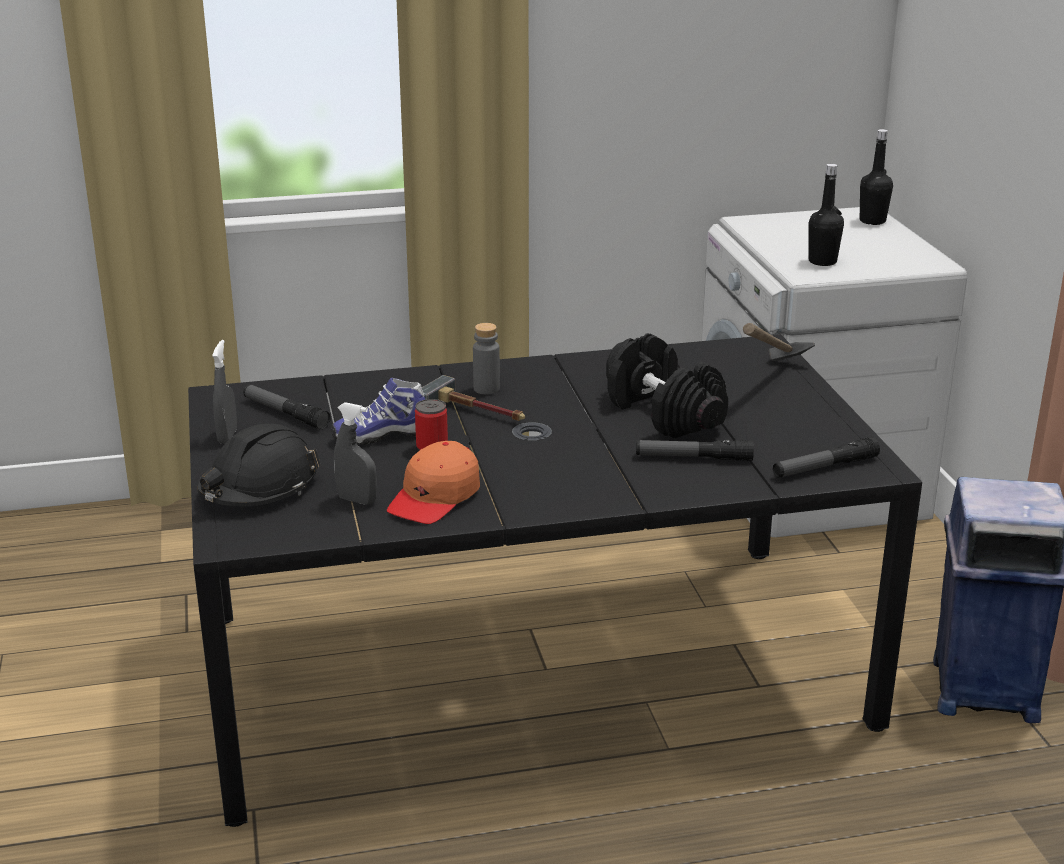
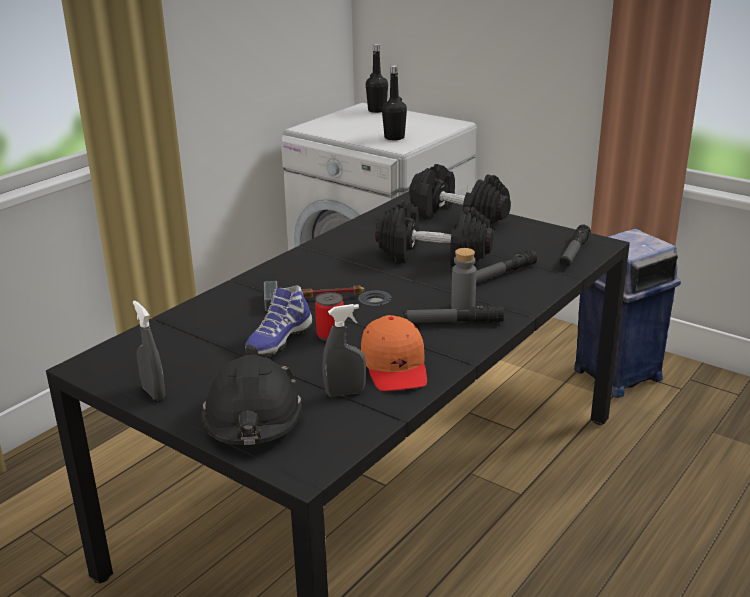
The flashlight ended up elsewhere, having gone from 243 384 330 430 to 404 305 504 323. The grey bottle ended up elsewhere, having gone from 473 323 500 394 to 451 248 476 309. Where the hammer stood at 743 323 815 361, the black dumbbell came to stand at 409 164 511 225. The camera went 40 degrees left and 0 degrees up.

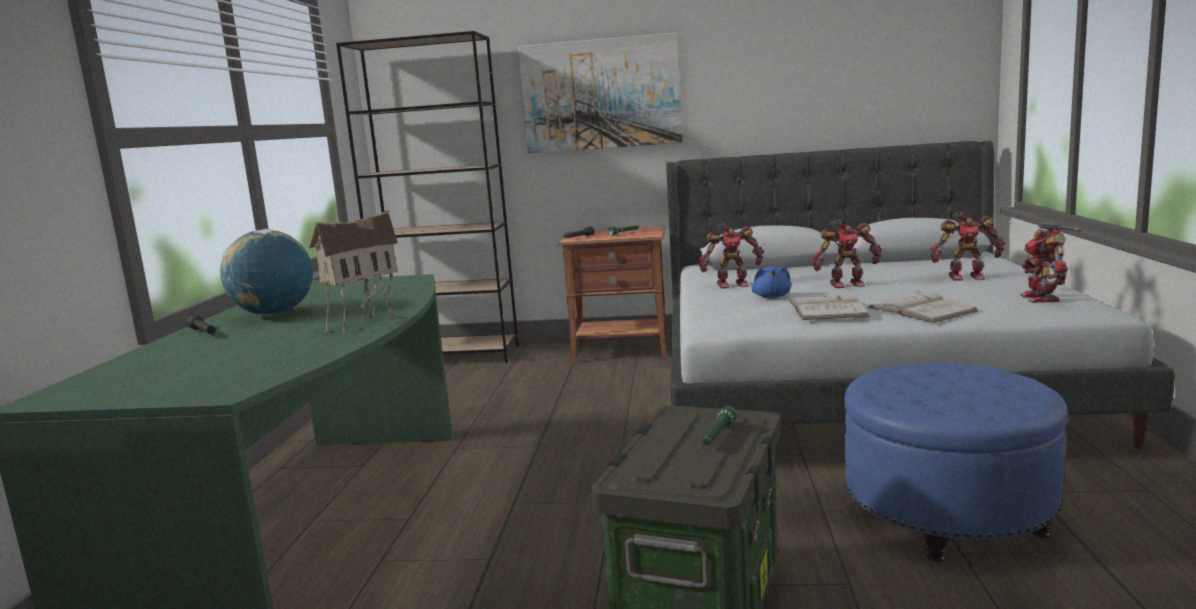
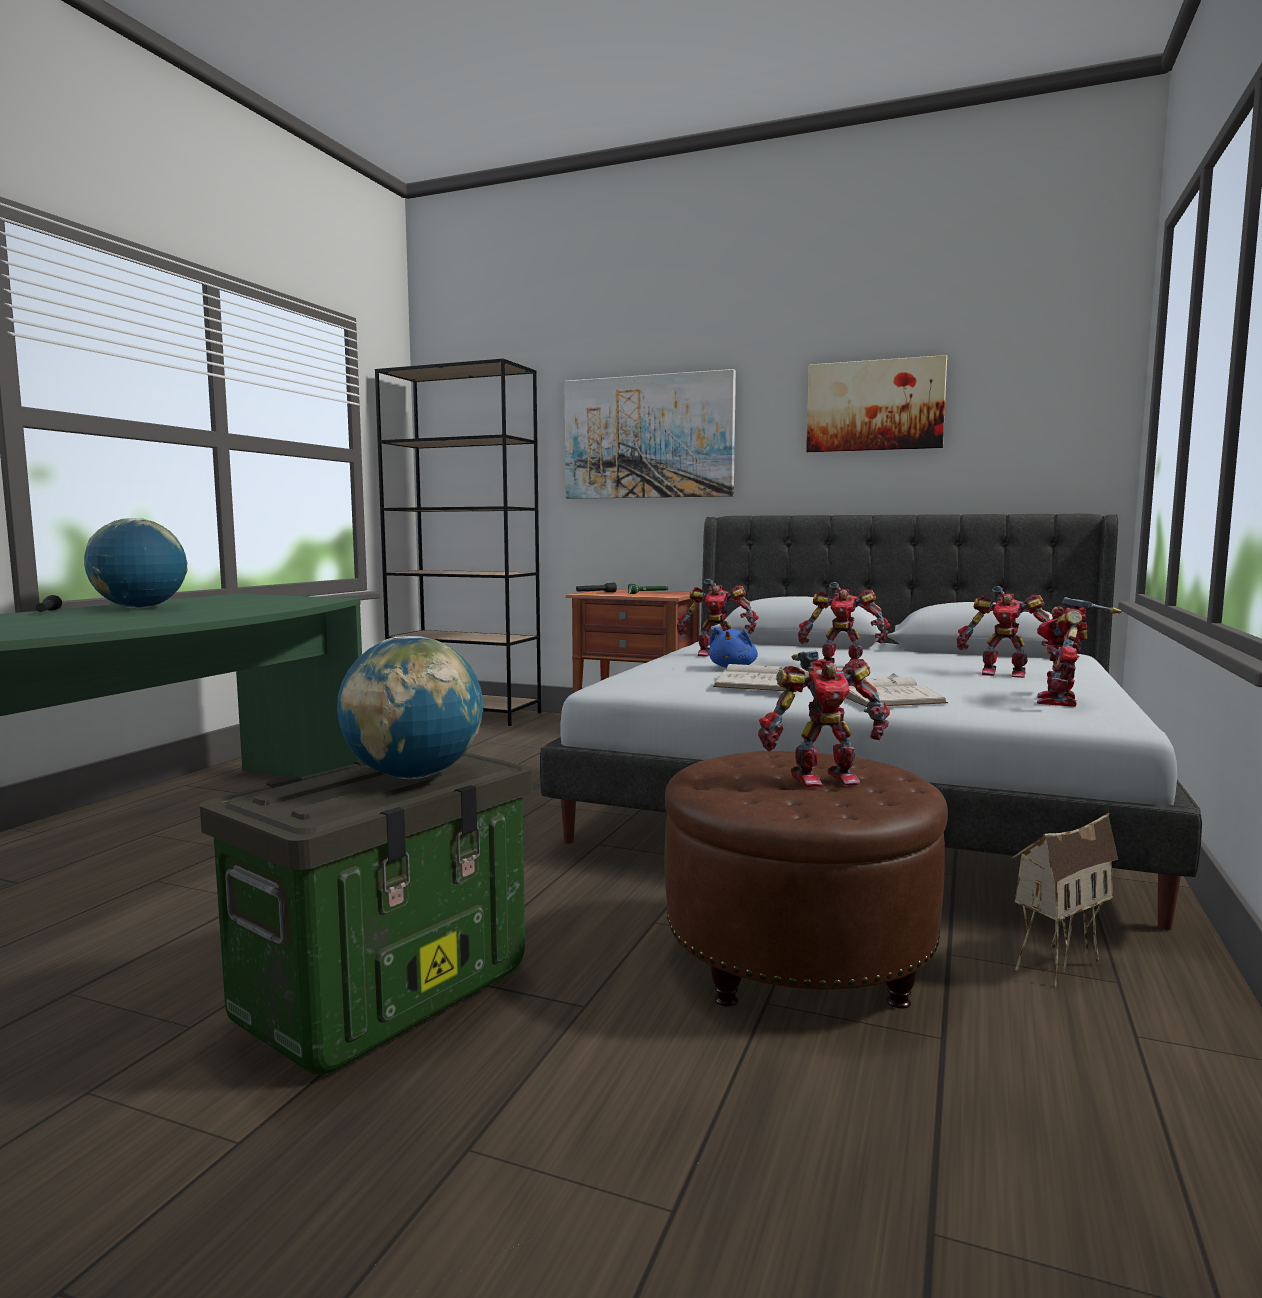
The second view gained the toy robot at 758 650 890 787. The second view gained the picture at 806 355 947 452. The toy house ended up elsewhere, having gone from 308 210 398 334 to 1011 813 1118 987. Where the green flashlight stood at 702 406 737 446, the globe came to stand at 337 636 483 779. What was the blue ottoman at 845 363 1068 562 turned into the brown ottoman at 664 751 948 1009. The camera went 15 degrees right and 5 degrees down.

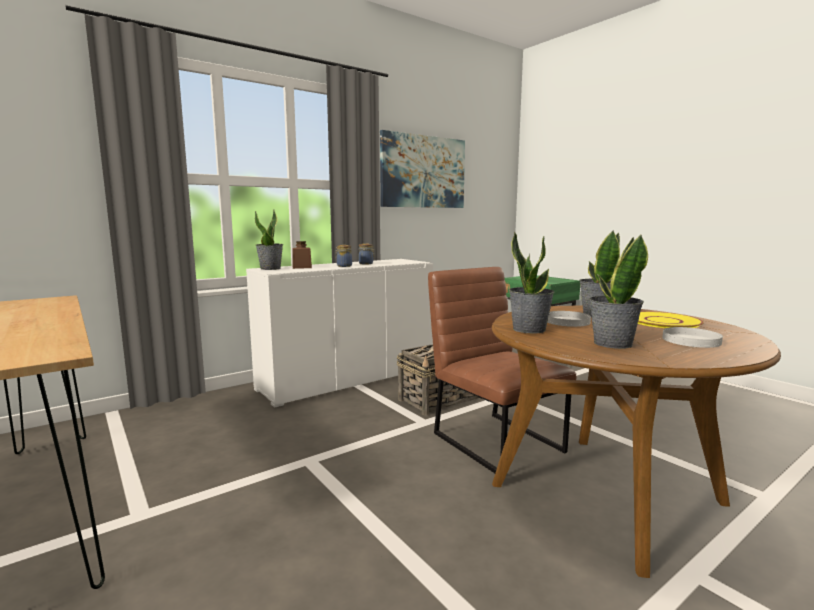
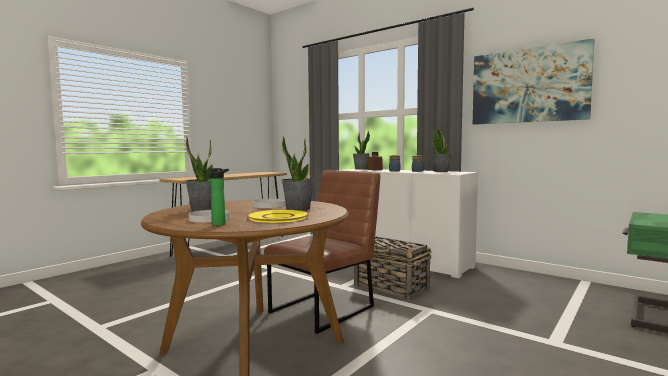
The second view gained the bottle at 209 168 229 226. The potted plant ended up elsewhere, having gone from 509 231 554 334 to 432 128 451 172. The camera went 75 degrees right and 5 degrees down.

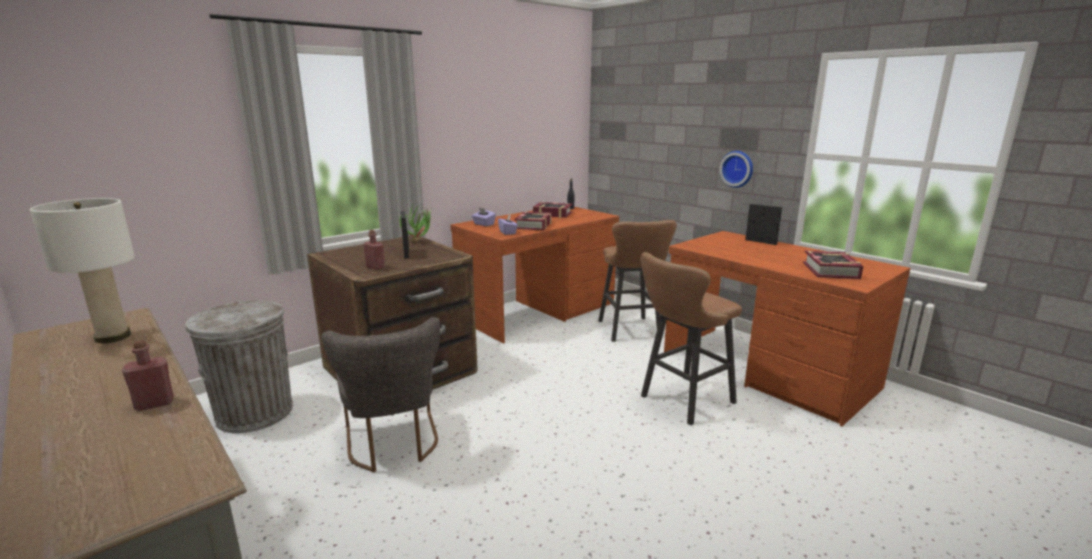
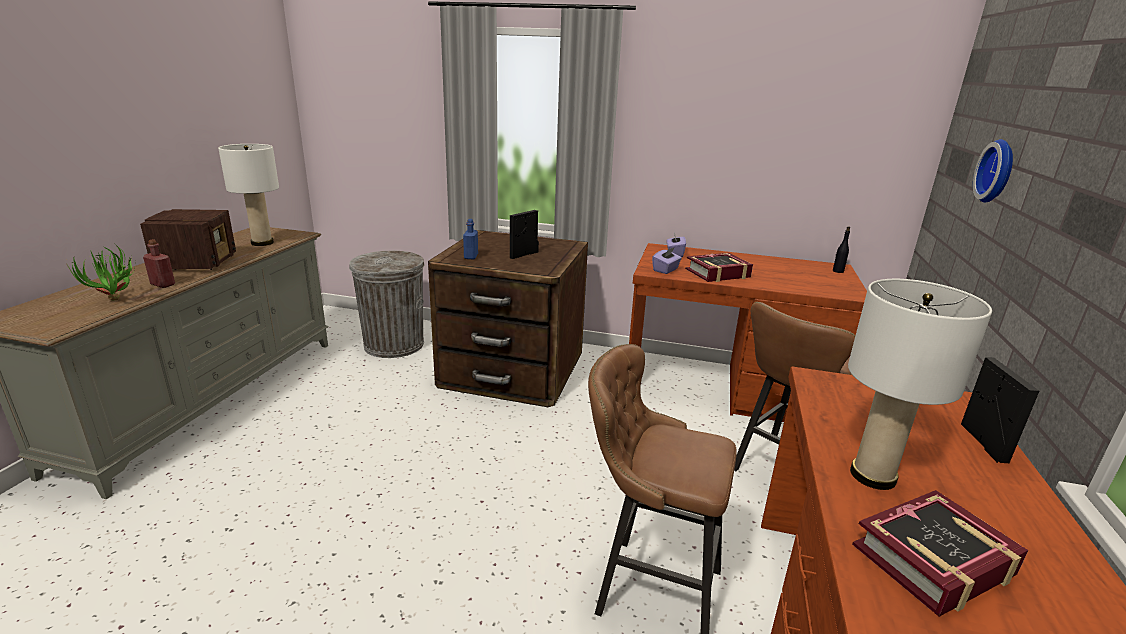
The second view lost the grey chair at 321 317 440 472. The second view lost the book at 533 202 572 218. The second view gained the radio at 140 209 236 270. The second view gained the white table lamp at 848 279 992 490. The potted plant ended up elsewhere, having gone from 400 205 432 242 to 67 242 135 300. The wall clock ended up elsewhere, having gone from 719 151 753 188 to 973 139 1013 203. What was the red bottle at 364 230 385 270 turned into the blue bottle at 463 219 478 259. The camera went 55 degrees right and 5 degrees up.

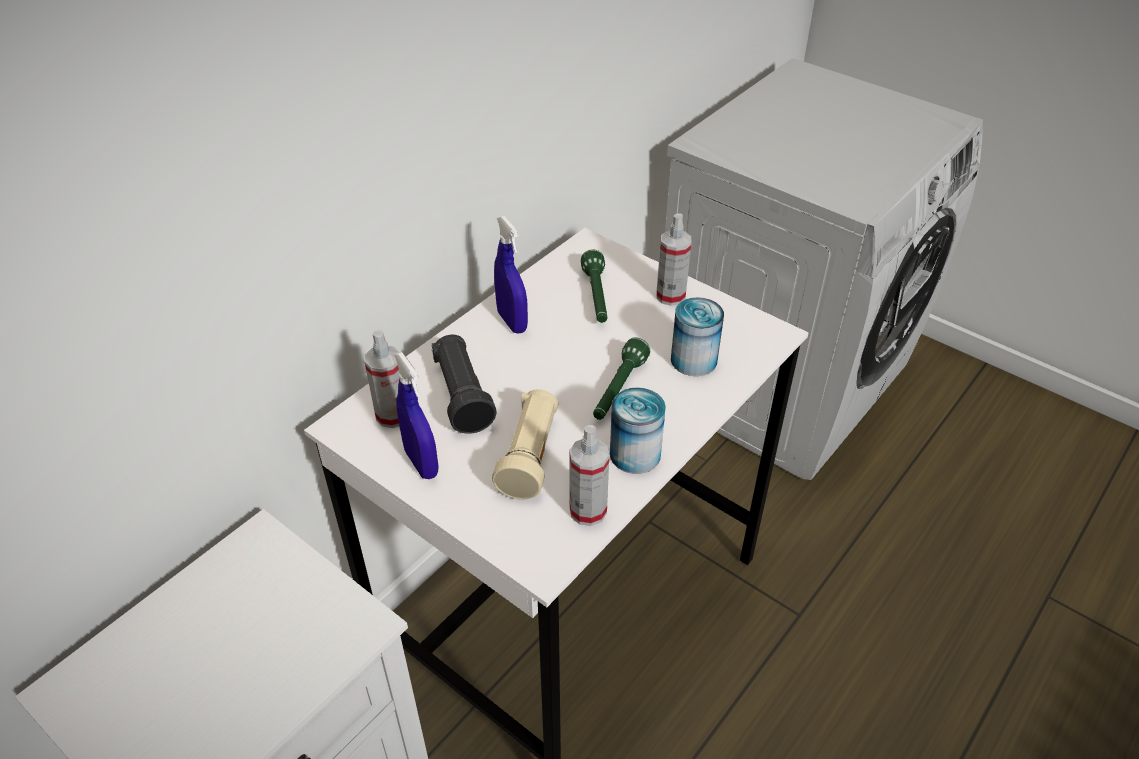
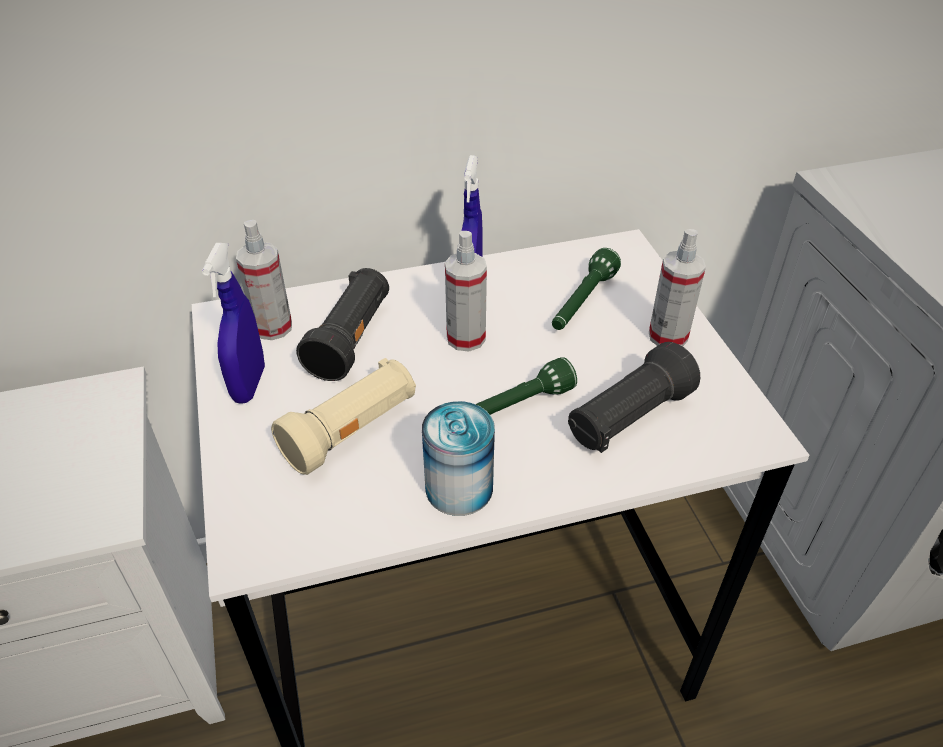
The spray bottle ended up elsewhere, having gone from 570 425 609 526 to 445 231 487 352. Where the can stood at 671 297 724 376, the black flashlight came to stand at 568 342 700 453. The camera went 35 degrees right and 0 degrees up.

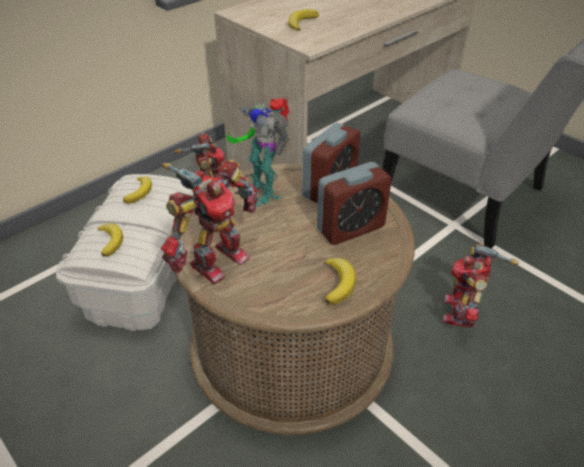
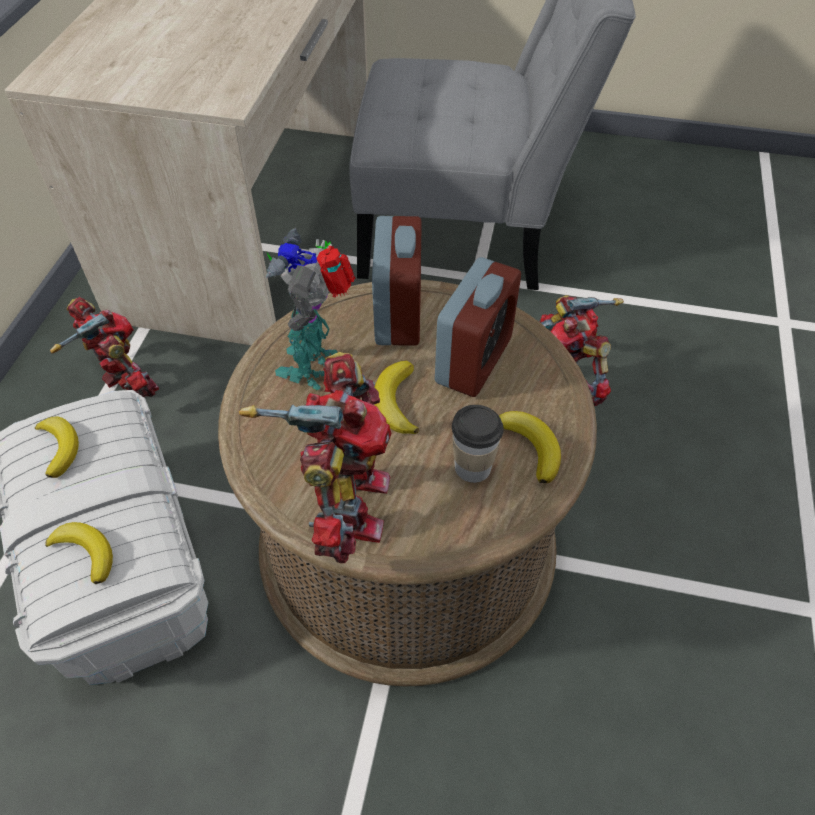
The second view gained the cup at 452 405 504 483. The banana ended up elsewhere, having gone from 288 9 319 31 to 374 361 419 434. The toy robot at 227 98 289 207 ended up facing another way, 90 degrees clockwise from before. The camera went 35 degrees left and 10 degrees up.

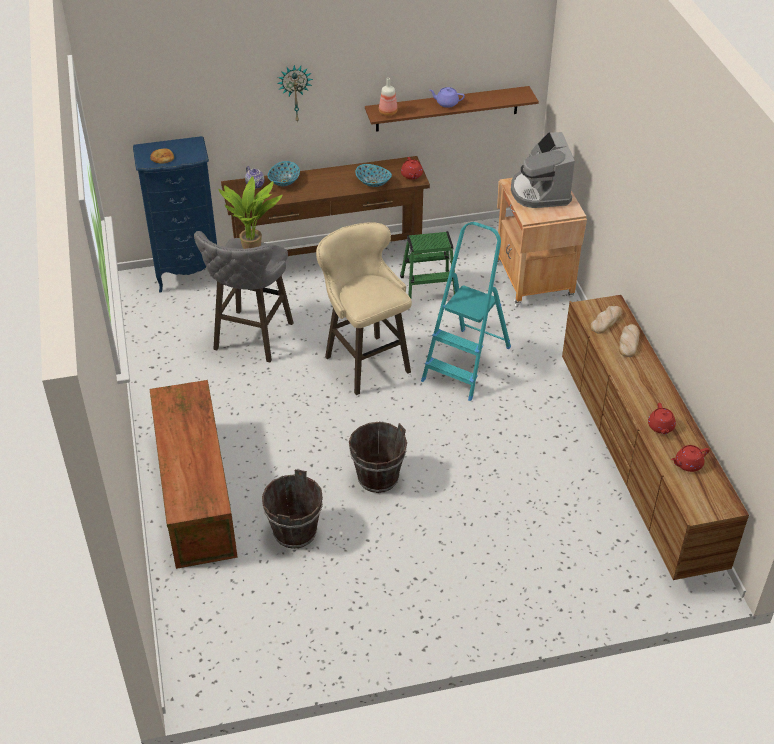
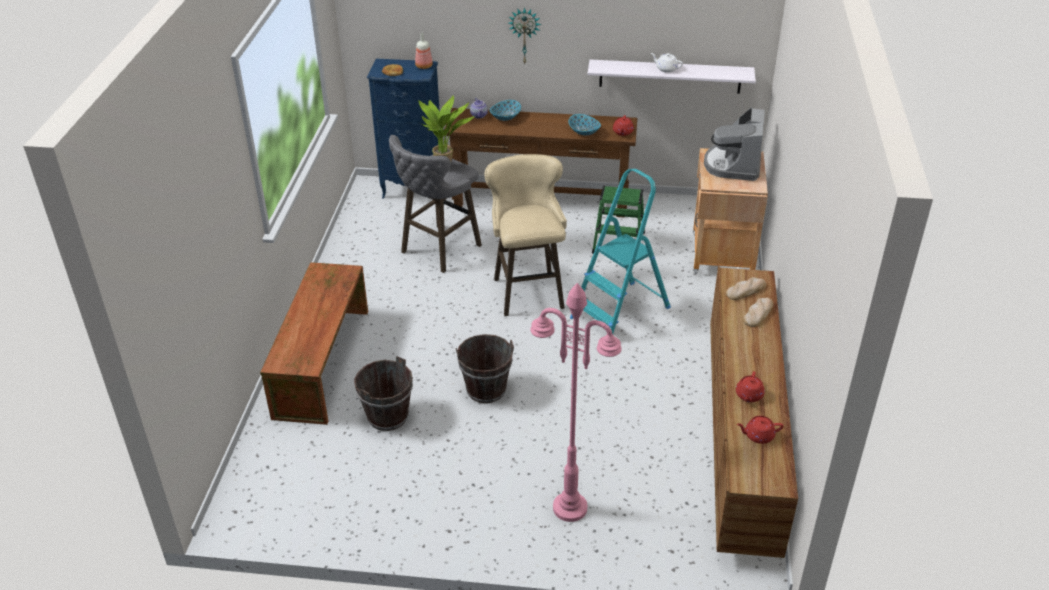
The second view gained the pink floor lamp at 530 283 622 522. The bottle ended up elsewhere, having gone from 379 78 398 116 to 415 33 433 69. What was the brown shelf at 365 86 539 132 turned into the white shelf at 587 60 756 94. What was the purple teapot at 429 87 465 108 turned into the white teapot at 651 53 683 73. The camera went 20 degrees right and 5 degrees down.

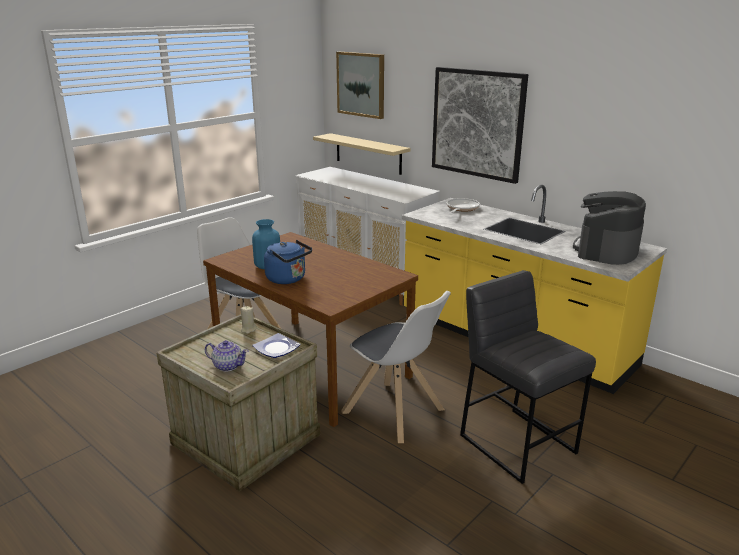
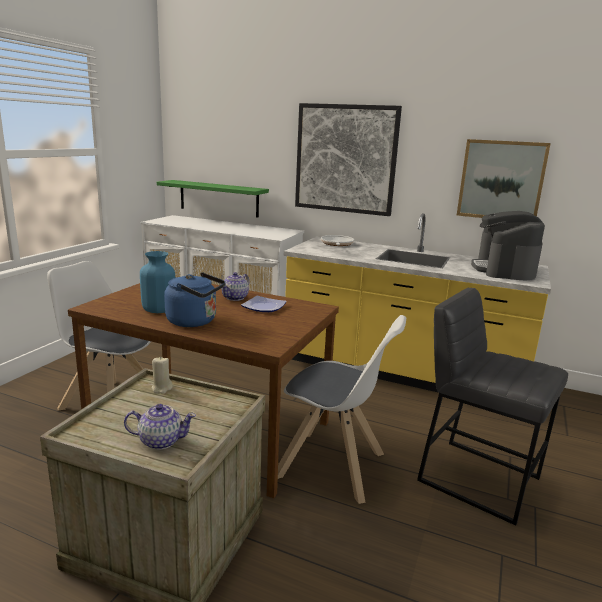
The second view gained the teapot at 221 272 249 301. The plate ended up elsewhere, having gone from 252 333 301 358 to 241 296 287 312. The picture ended up elsewhere, having gone from 336 52 384 119 to 457 139 551 218. What was the beige shelf at 313 133 410 175 turned into the green shelf at 157 180 269 218. The camera went 20 degrees left and 5 degrees down.

